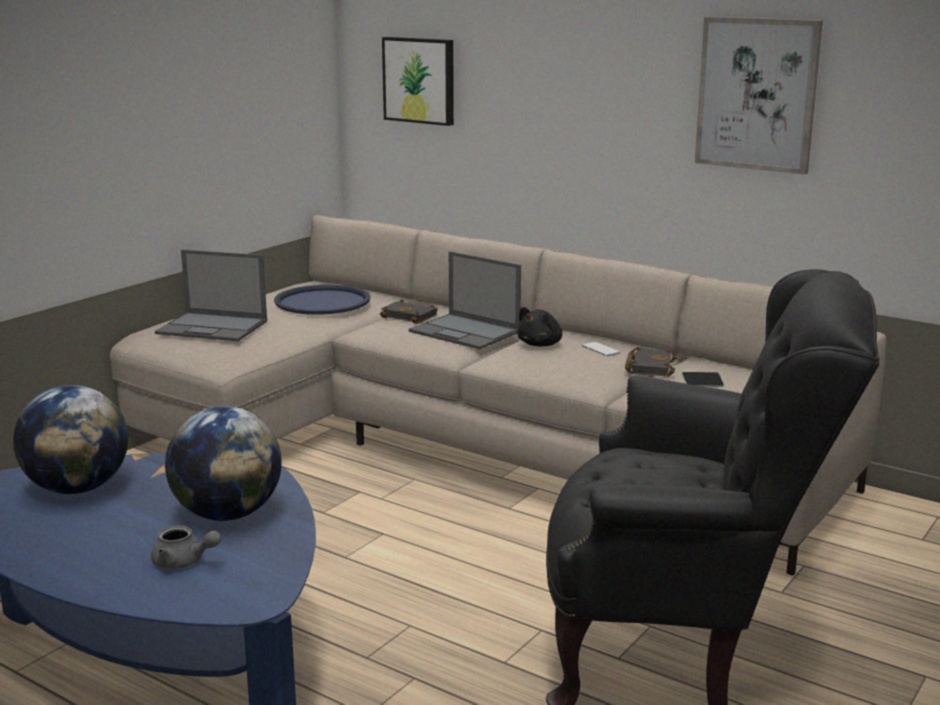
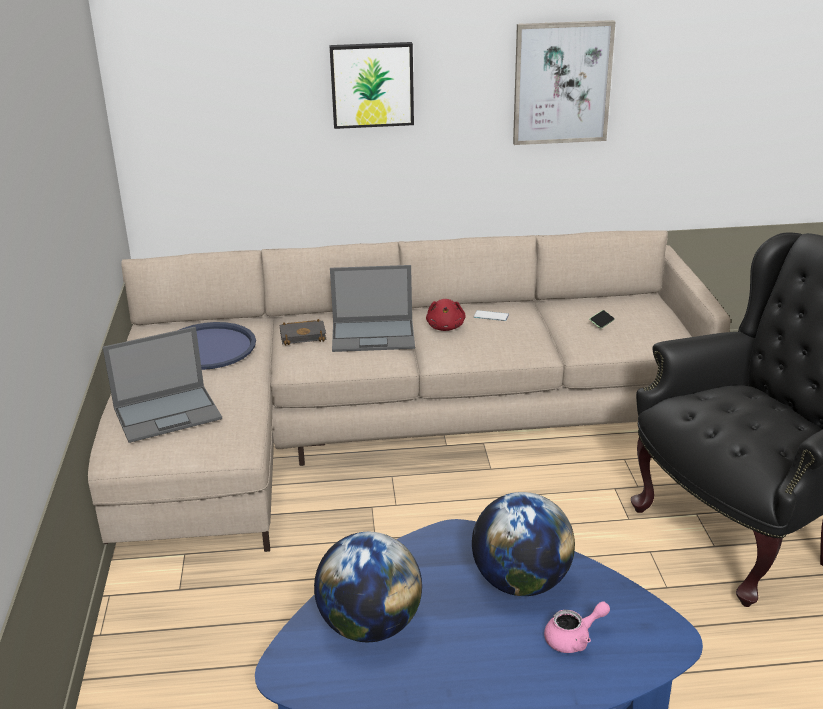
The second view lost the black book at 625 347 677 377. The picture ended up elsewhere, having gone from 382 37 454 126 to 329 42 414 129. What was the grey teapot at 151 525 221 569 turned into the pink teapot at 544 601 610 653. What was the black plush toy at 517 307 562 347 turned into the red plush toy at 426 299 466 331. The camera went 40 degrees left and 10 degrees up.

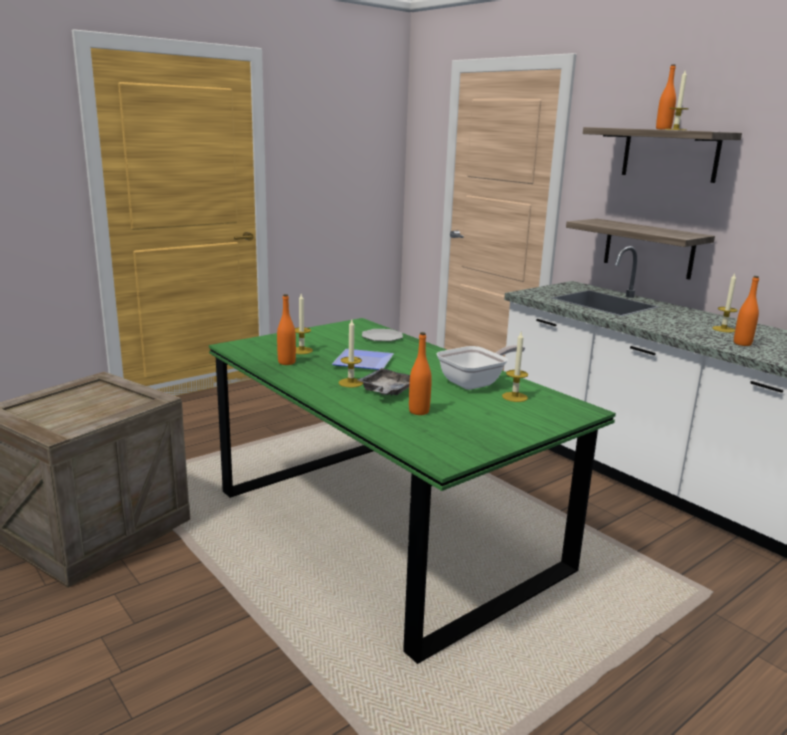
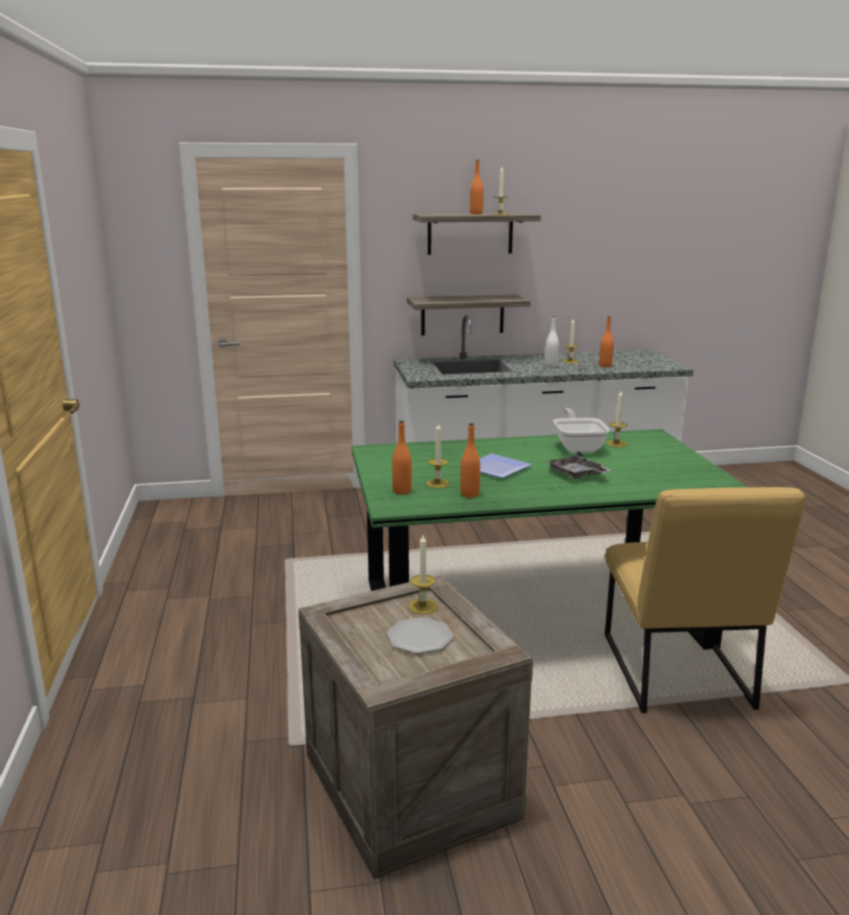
The second view gained the white bottle at 545 316 559 367. The second view gained the yellow chair at 605 487 806 713. The candle ended up elsewhere, having gone from 338 320 363 388 to 408 535 438 614. The plate ended up elsewhere, having gone from 362 329 403 341 to 387 617 453 654. The orange bottle ended up elsewhere, having gone from 409 332 432 415 to 392 421 412 494. The camera went 60 degrees left and 0 degrees up.

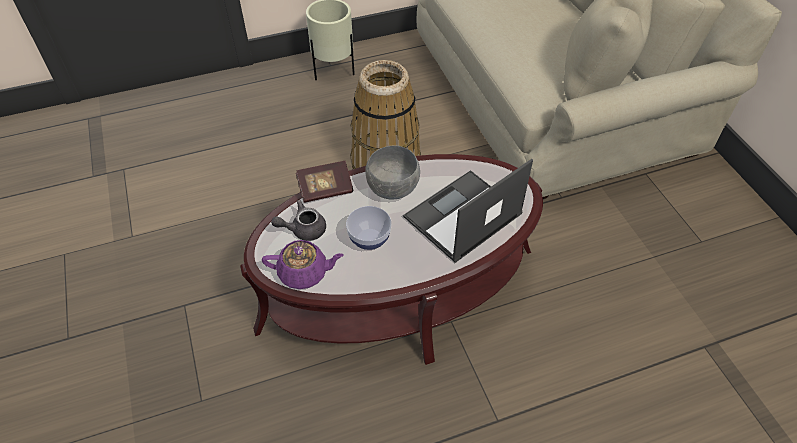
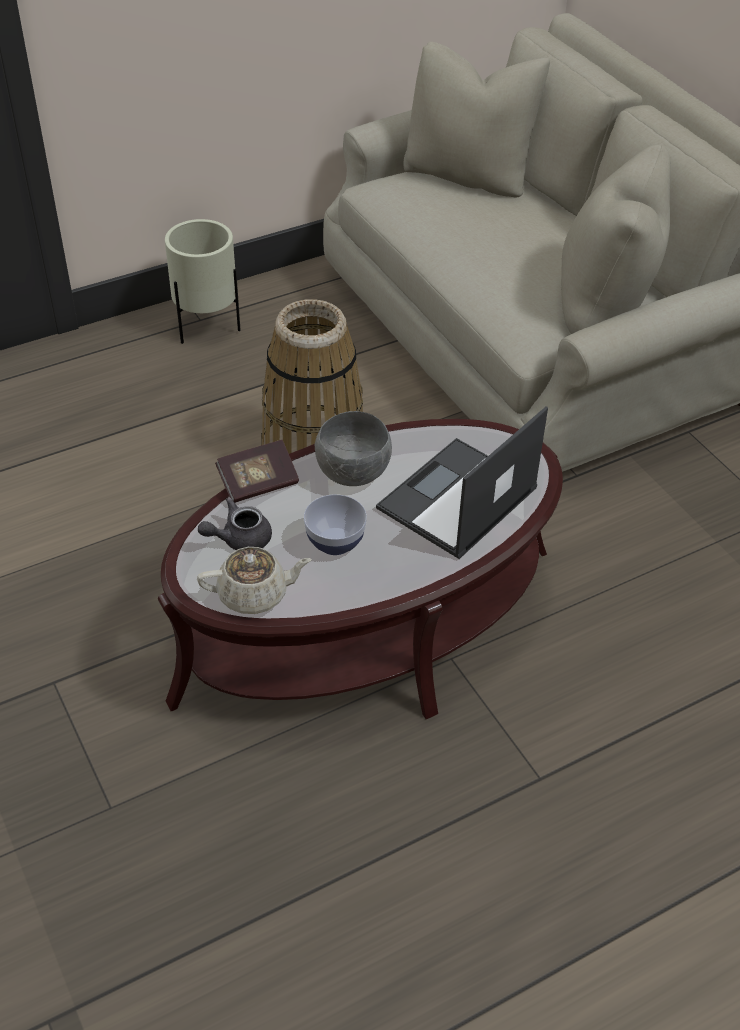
What was the purple teapot at 262 240 344 289 turned into the beige teapot at 197 547 312 614. The camera went 10 degrees left and 5 degrees down.

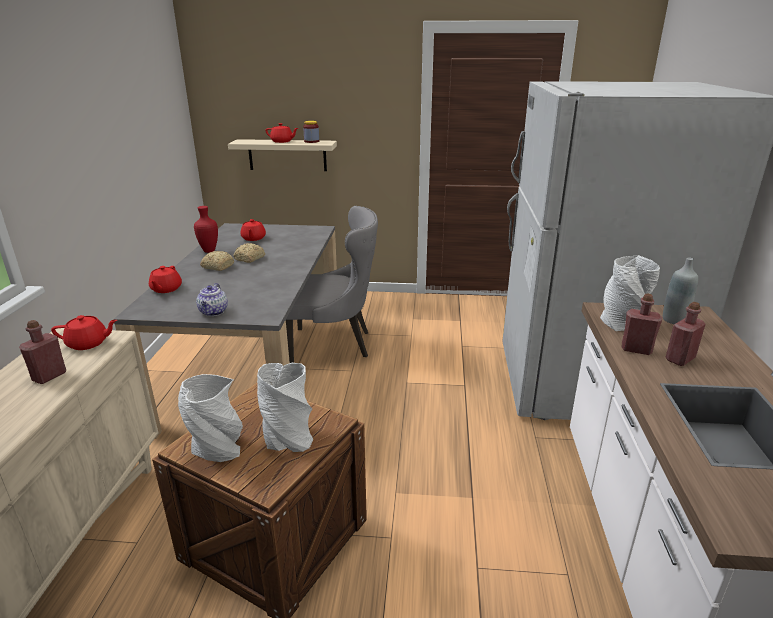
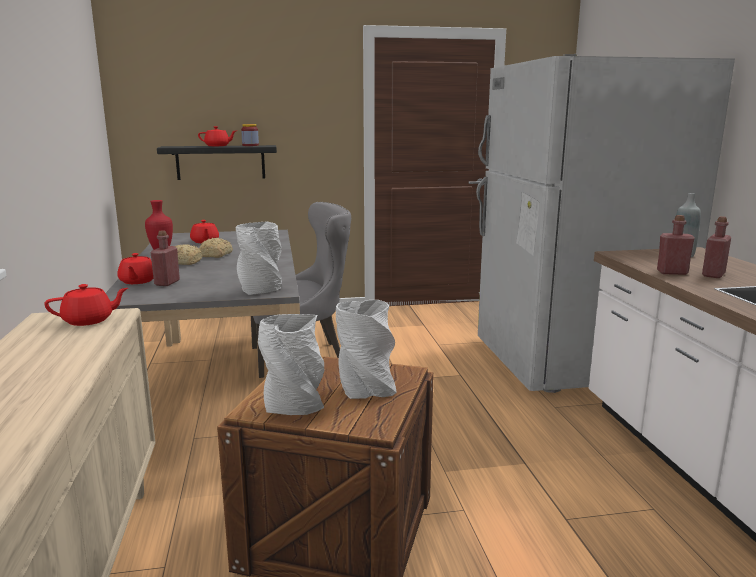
The second view lost the teapot at 196 283 228 316. The red bottle ended up elsewhere, having gone from 19 320 66 384 to 150 230 180 286. The grey vase ended up elsewhere, having gone from 600 255 660 331 to 236 221 282 295. What was the beige shelf at 228 139 337 171 turned into the black shelf at 157 145 277 180. The camera went 15 degrees left and 10 degrees down.

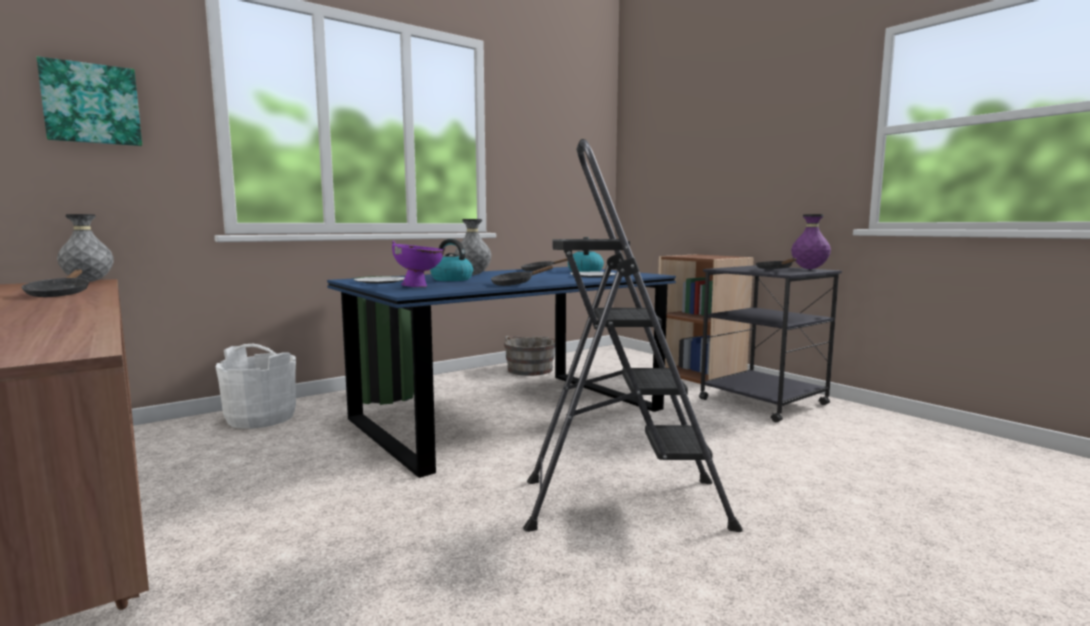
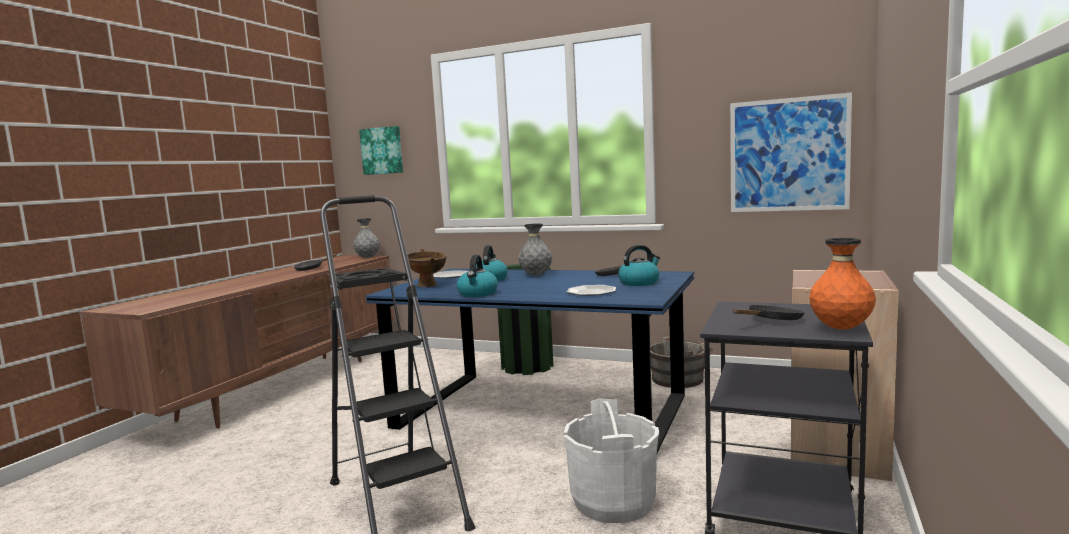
The second view gained the picture at 730 92 852 212. The white bucket ended up elsewhere, having gone from 215 344 296 429 to 564 398 659 523. Where the black frying pan stood at 491 266 553 286, the kettle came to stand at 457 255 498 297. What was the purple bowl at 392 241 446 287 turned into the brown bowl at 407 249 446 287. What was the purple vase at 791 214 831 269 turned into the orange vase at 809 238 876 330. The camera went 60 degrees right and 0 degrees up.

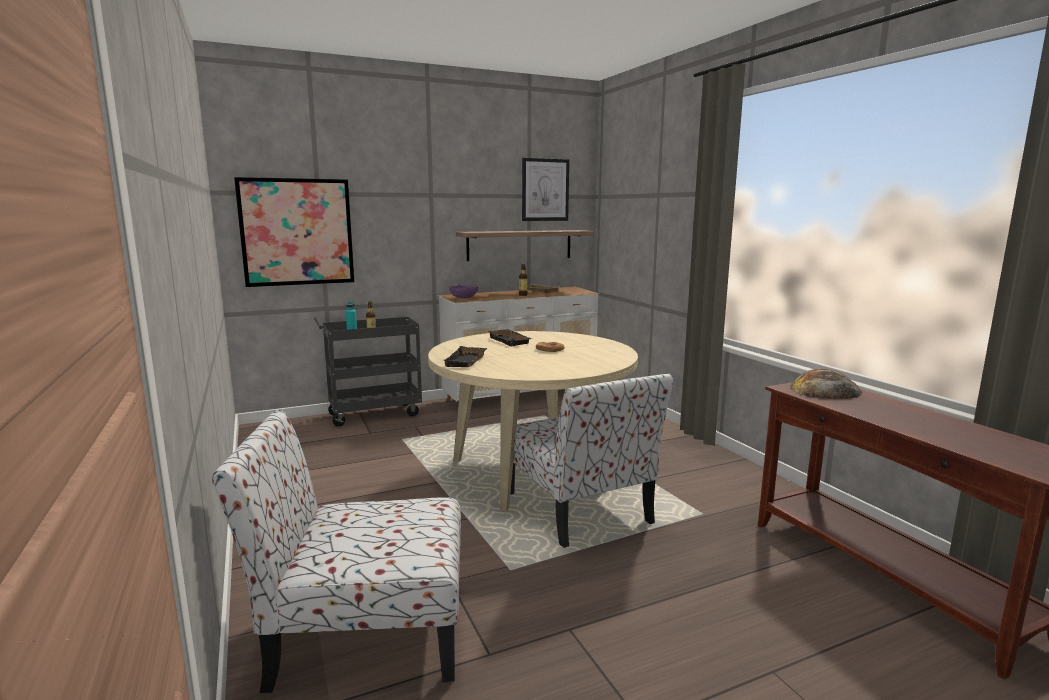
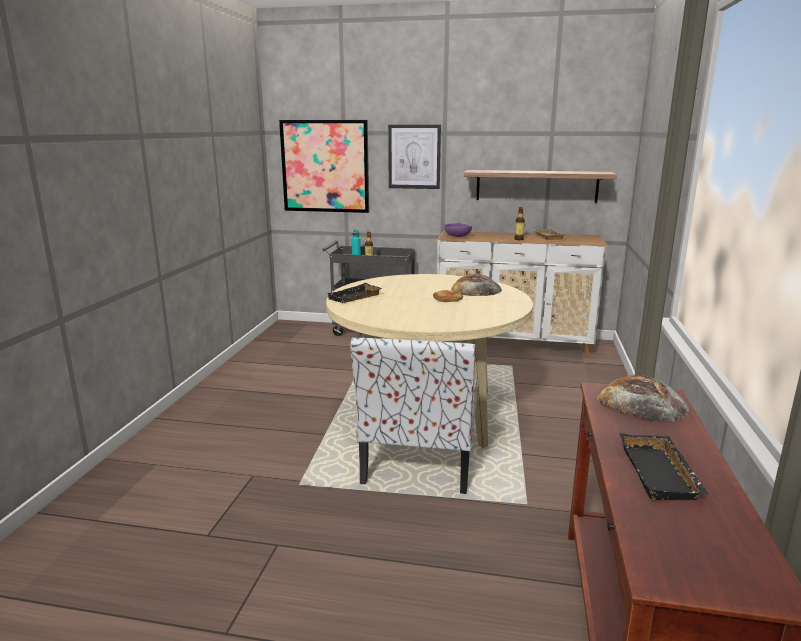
The second view lost the chair at 212 410 461 693. The second view gained the bread at 451 274 502 296. The black tray ended up elsewhere, having gone from 488 329 532 346 to 619 433 709 500. The picture ended up elsewhere, having gone from 522 158 569 221 to 388 124 441 189. The camera went 35 degrees right and 5 degrees up.

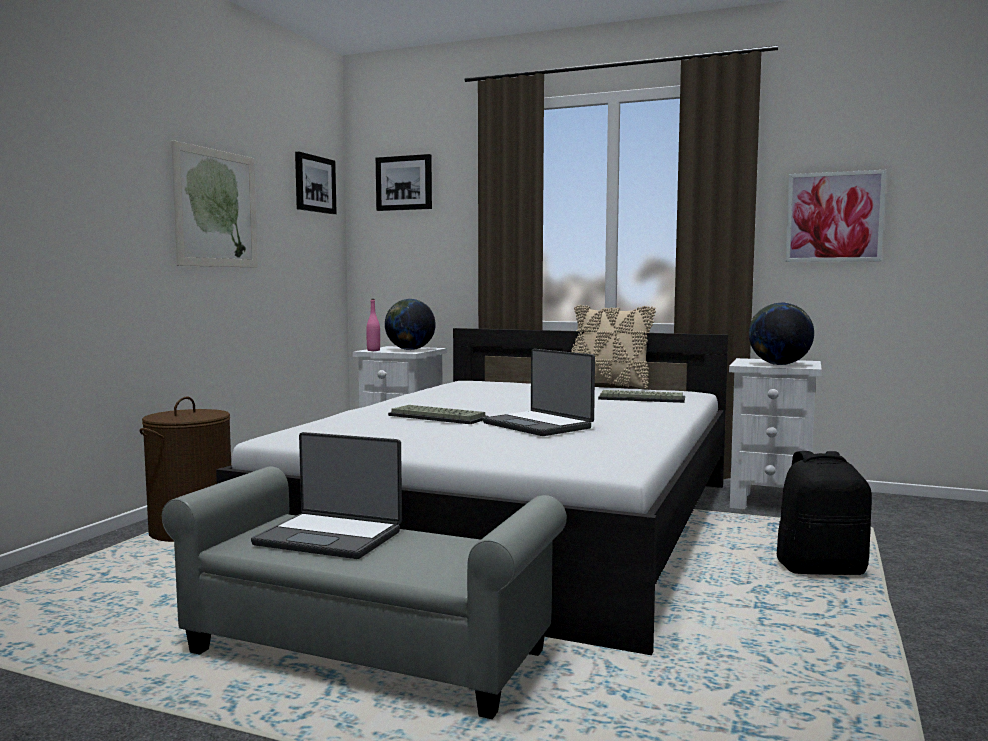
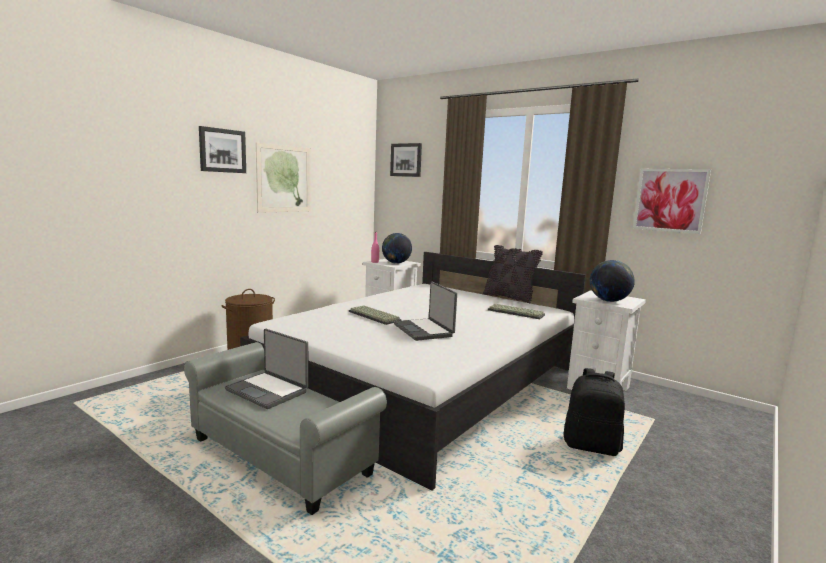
The picture ended up elsewhere, having gone from 295 152 337 214 to 199 126 246 173. What was the beige pillow at 571 305 656 389 turned into the black pillow at 483 245 543 304. The camera went 15 degrees right and 5 degrees up.

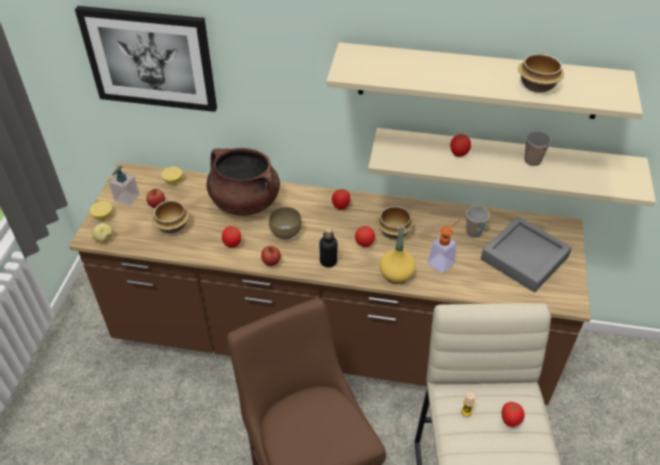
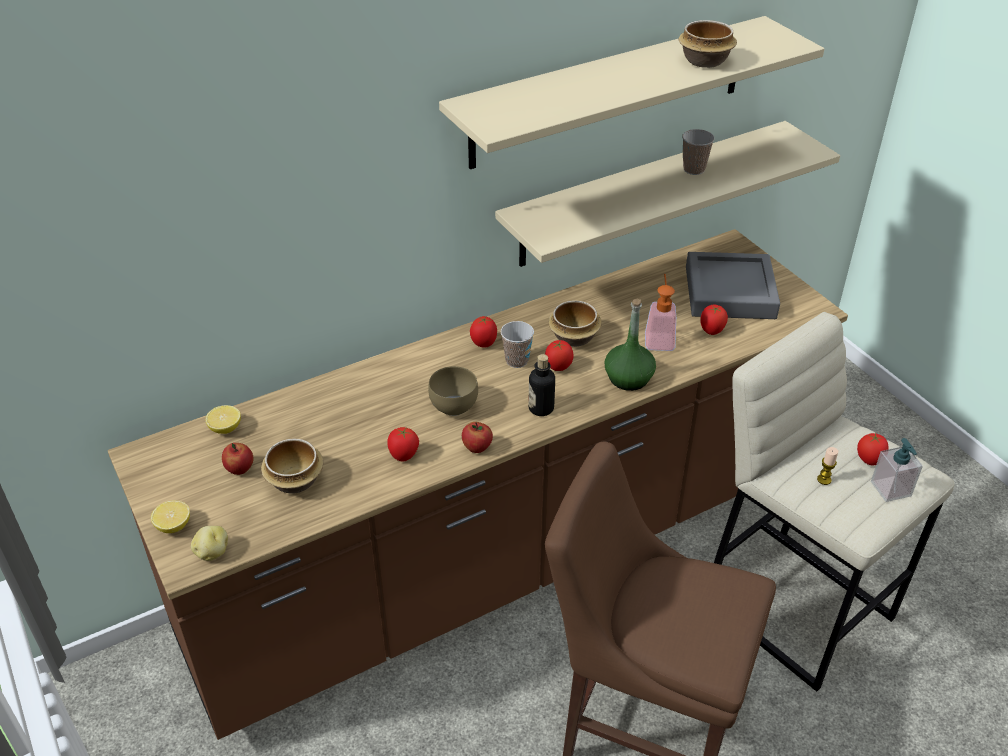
The second view lost the picture at 75 6 217 112. The second view lost the brown cooking pot at 206 148 280 216. The soap dispenser ended up elsewhere, having gone from 109 166 139 206 to 871 438 923 502. The tomato ended up elsewhere, having gone from 450 134 471 157 to 700 304 728 335. The cup ended up elsewhere, having gone from 466 206 489 238 to 501 321 534 368. What was the yellow bottle at 379 224 416 284 turned into the green bottle at 605 298 656 391. The camera went 40 degrees left and 5 degrees down.

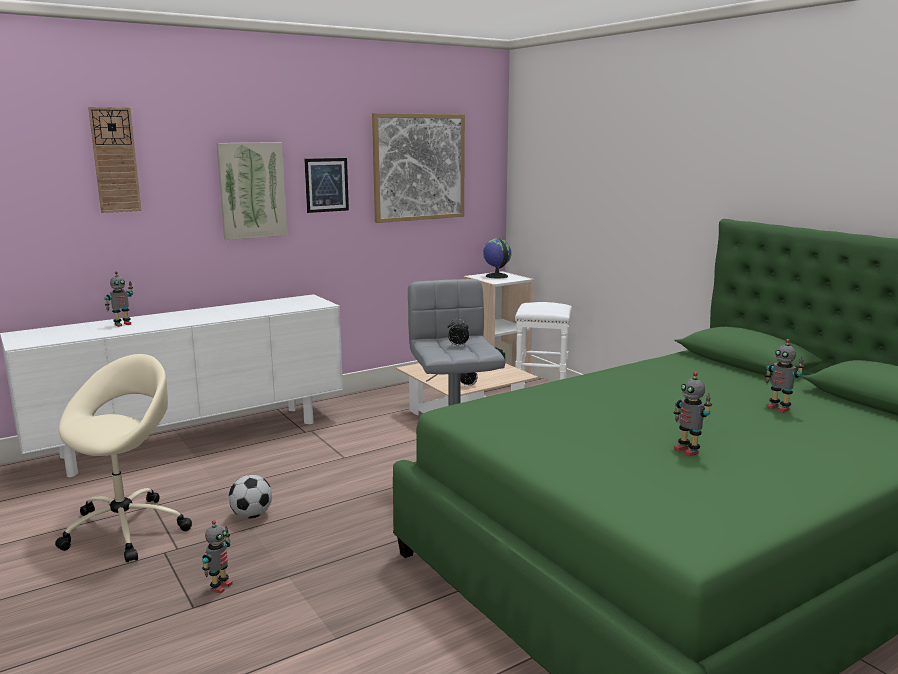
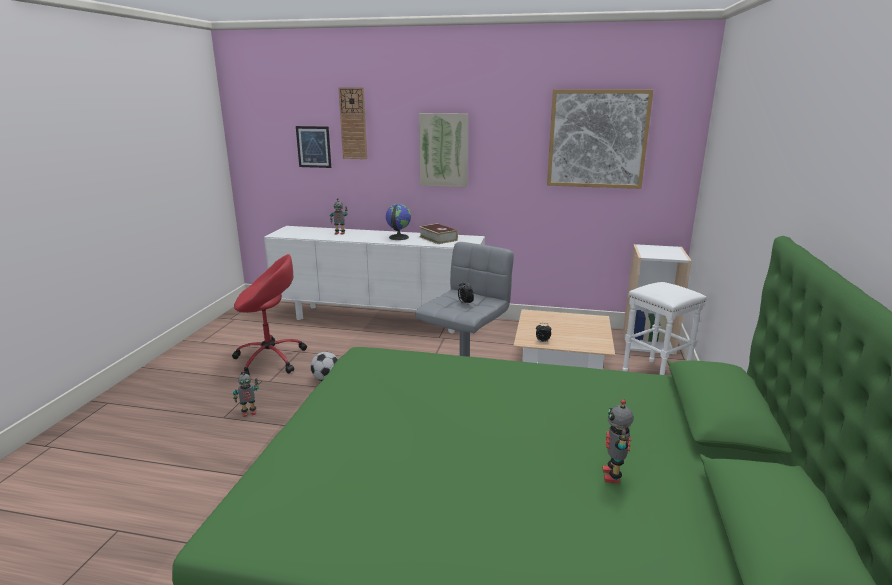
The second view lost the toy robot at 673 372 712 456. The second view gained the book at 419 223 458 244. The picture ended up elsewhere, having gone from 304 158 349 213 to 296 126 331 168. The globe ended up elsewhere, having gone from 483 238 512 278 to 386 204 411 240. What was the beige office chair at 55 354 192 562 turned into the red office chair at 232 254 307 376. The camera went 45 degrees right and 5 degrees up.

